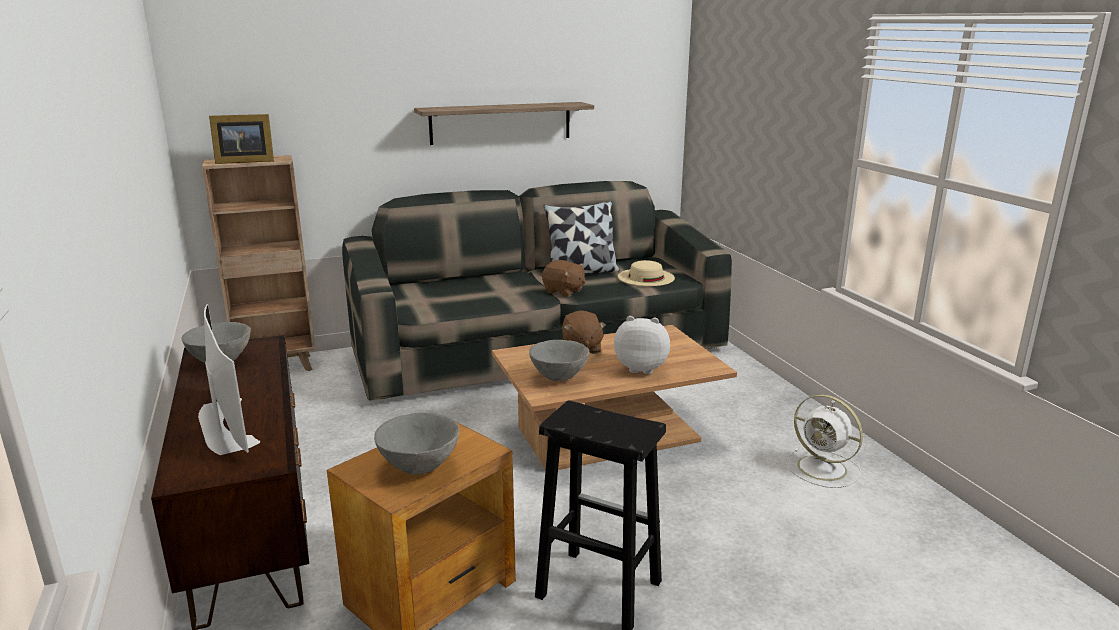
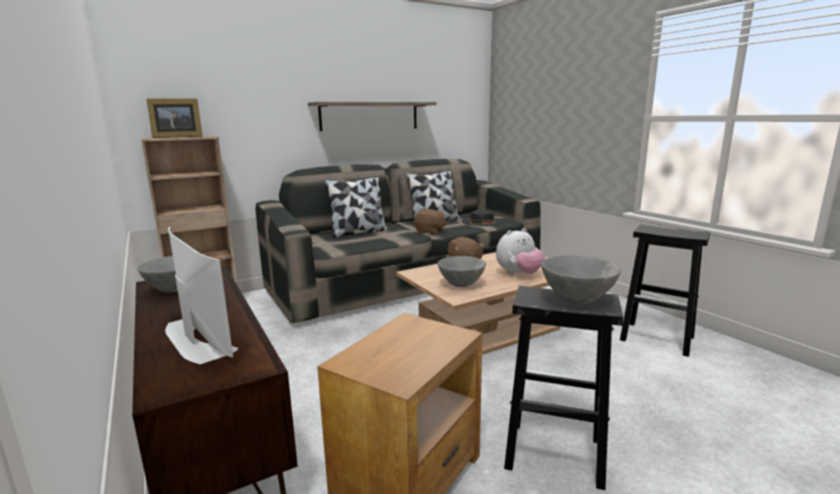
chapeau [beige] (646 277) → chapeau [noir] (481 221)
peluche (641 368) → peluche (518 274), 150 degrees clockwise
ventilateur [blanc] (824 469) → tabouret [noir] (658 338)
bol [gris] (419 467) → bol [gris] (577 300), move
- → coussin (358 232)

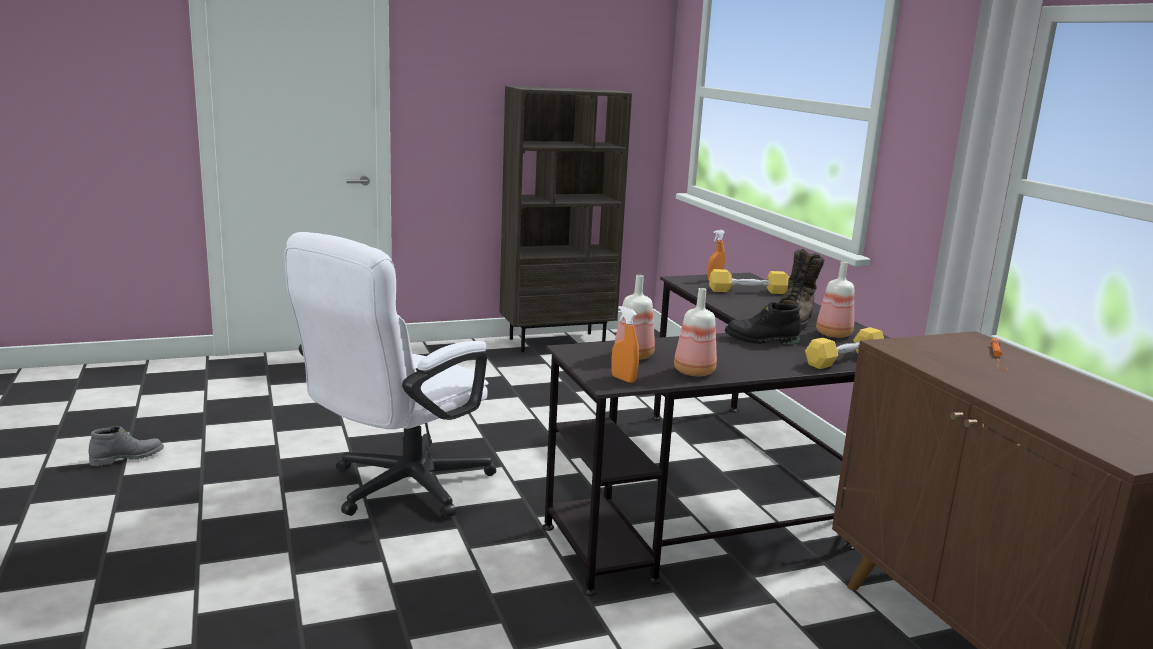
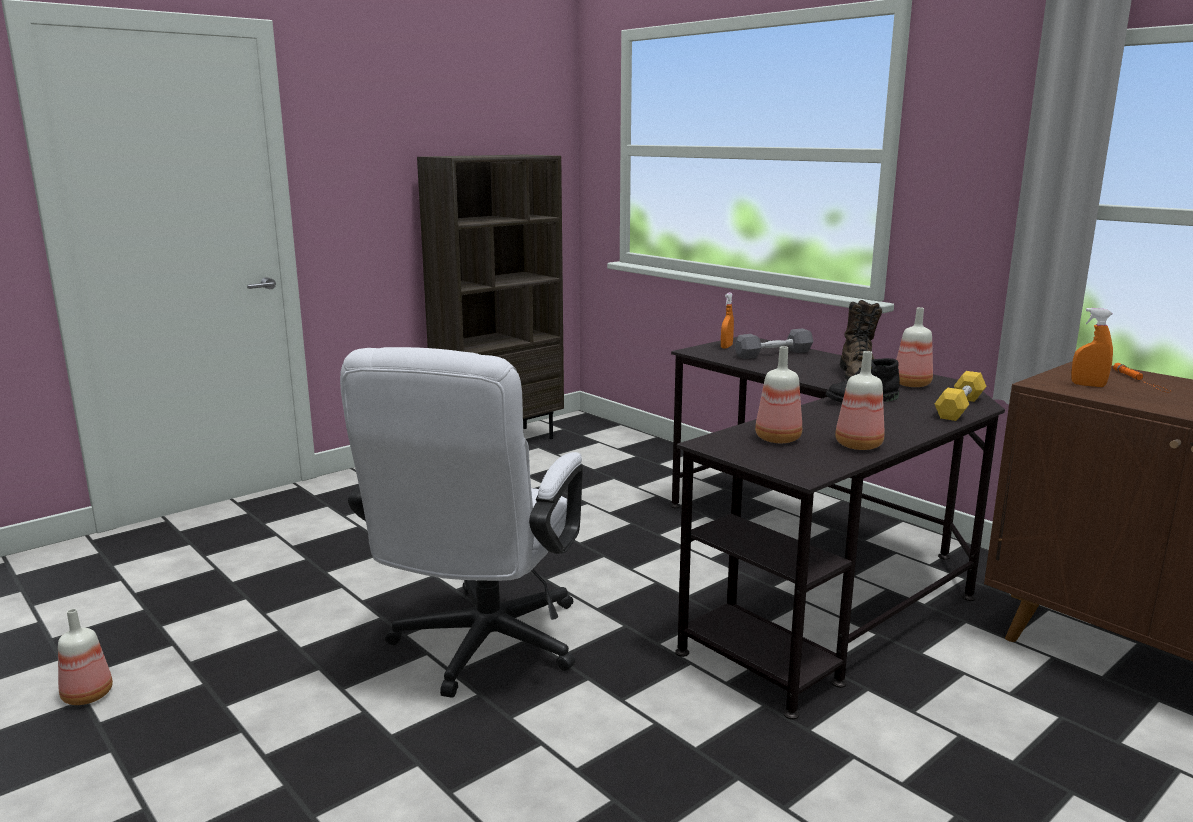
haltère [jaune] (748 291) → haltère [gris] (773 354)
vaporisateur [orange] (623 379) → vaporisateur [orange] (1088 385), move
botte [gris] (127 457) → bouteille (86 696)

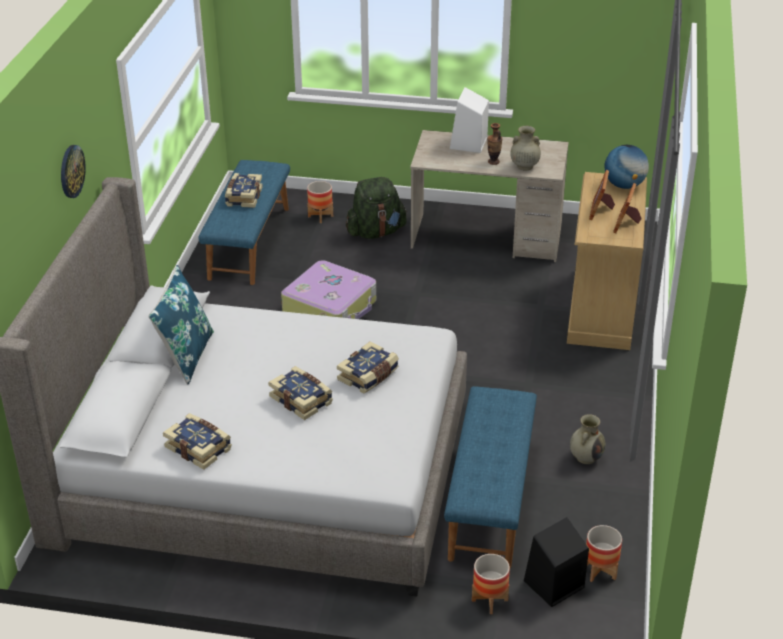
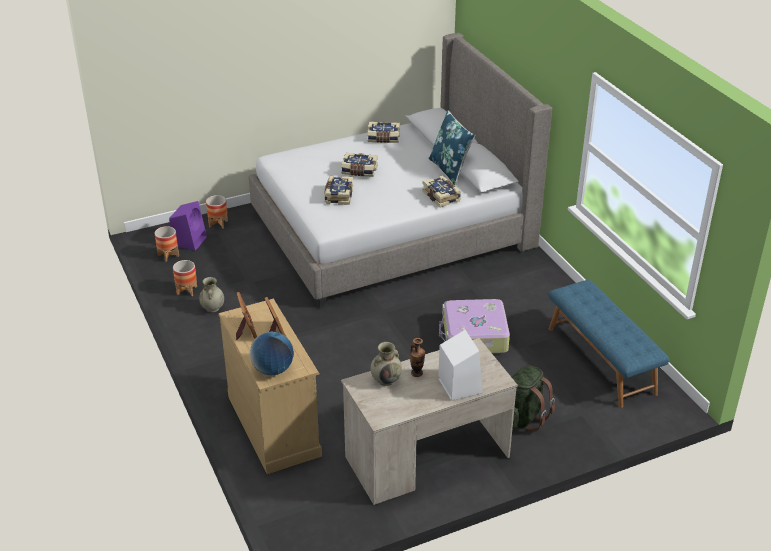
horloge murale (71 171) → -
livre (243 197) → livre (442 196), move
cache-pot (320 216) → cache-pot (187 290), move
banc [bleu] (489 499) → -
enceinte [noir] (553 585) → enceinte [violet] (190 241)

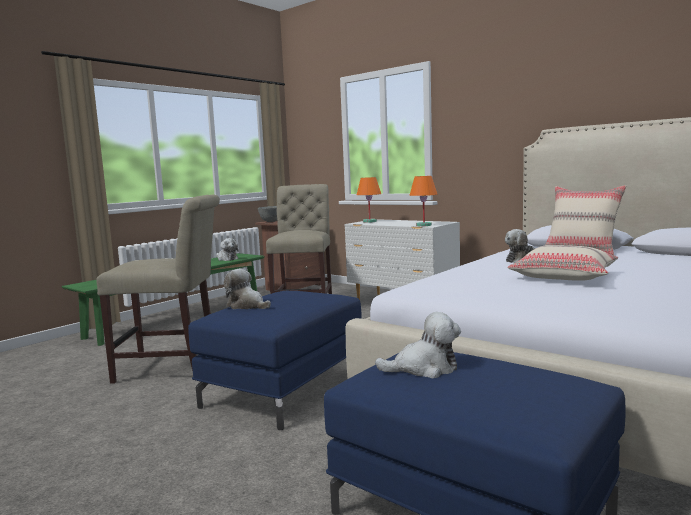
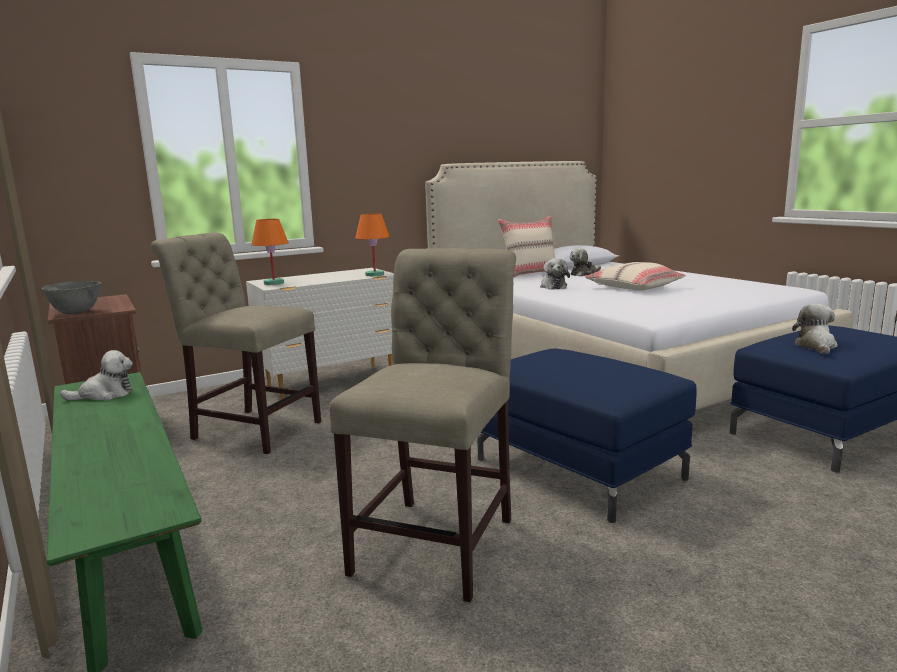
peluche (247 306) → peluche (584 274), move

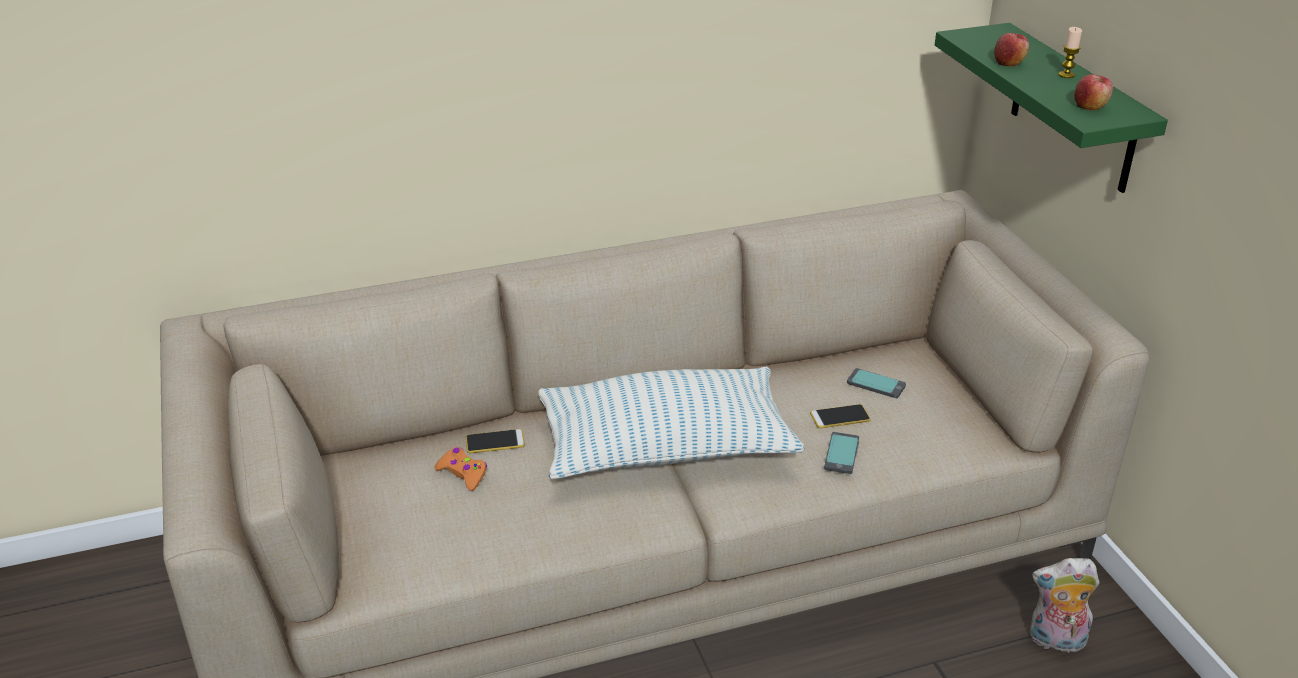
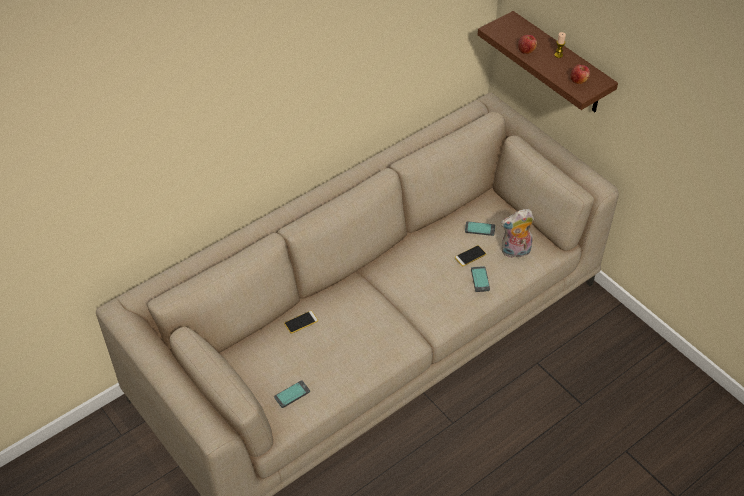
étagère [vert] (1074 109) → étagère [marron] (560 64)
coussin (666 449) → -
manette [orange] (463 474) → -
peluche (1055 641) → peluche (515 252), move
- → téléphone (292 394)

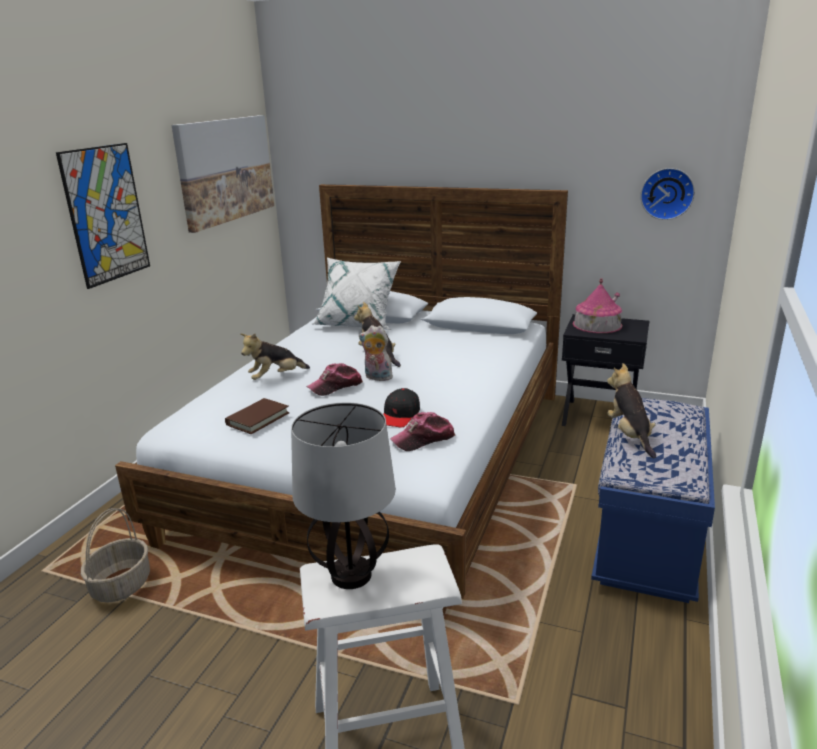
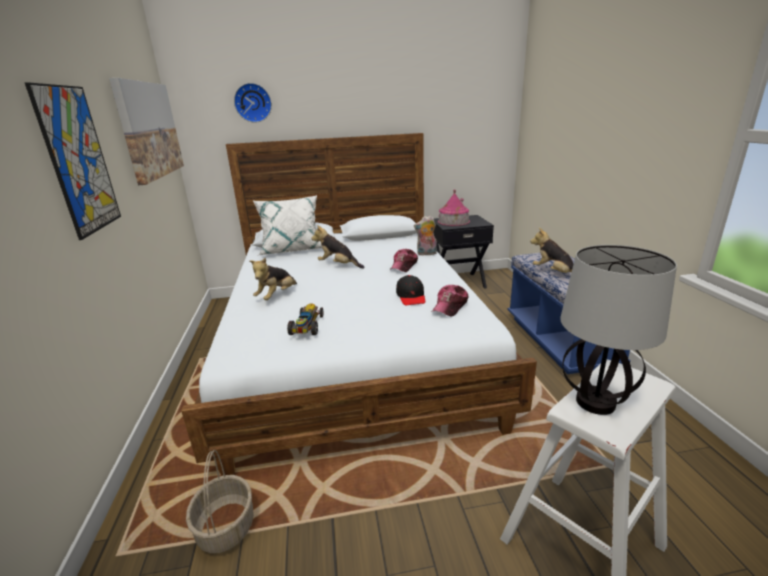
horloge murale (667 193) → horloge murale (253 103), move
peluche (377 378) → peluche (426 254), move
casquette (335 386) → casquette (404 266), move
livre [marron] (258 419) → petite voiture (307 327)

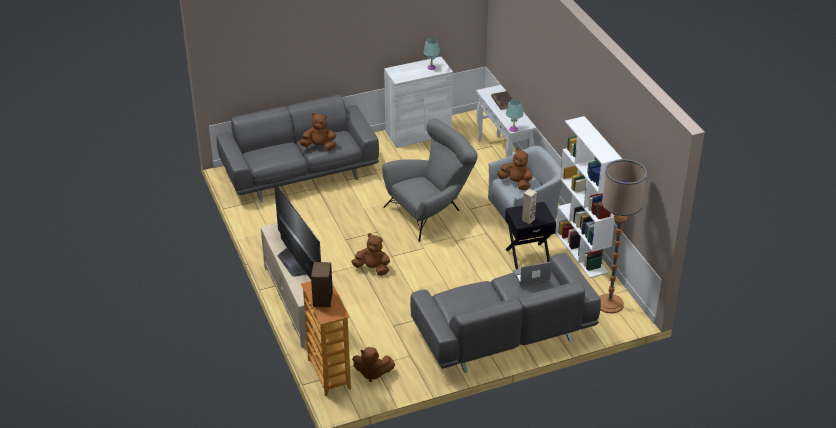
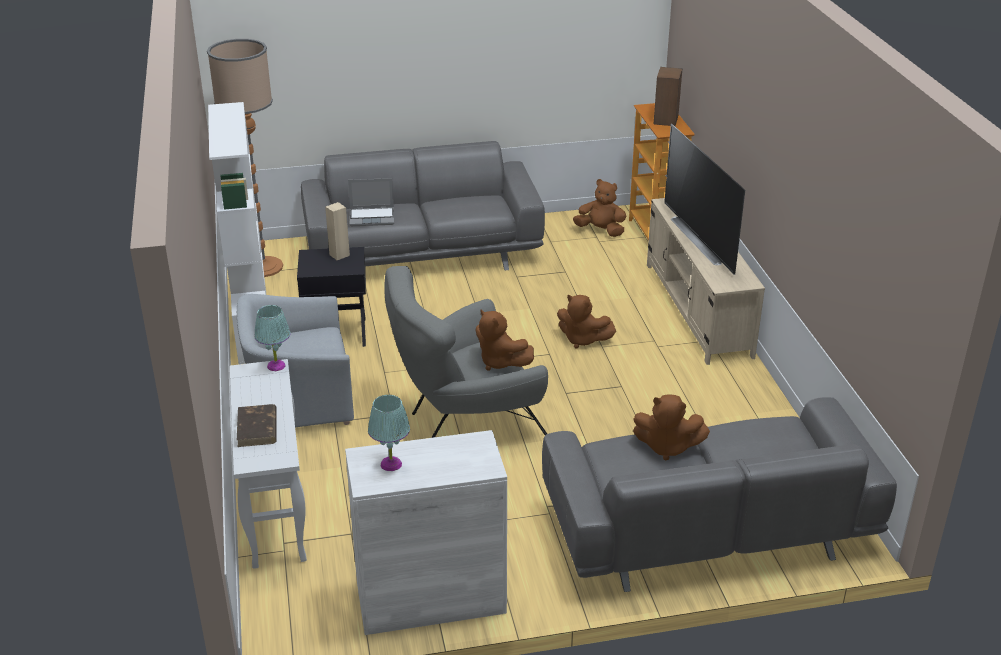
peluche [marron] (516 183) → peluche [marron] (500 362), move

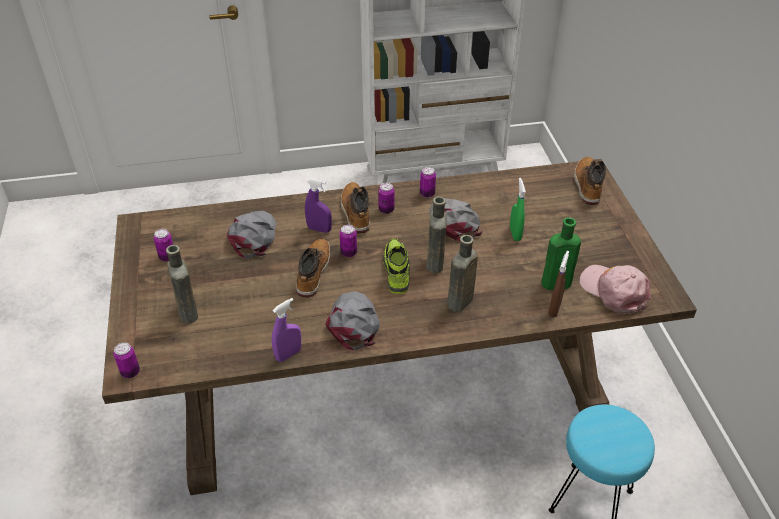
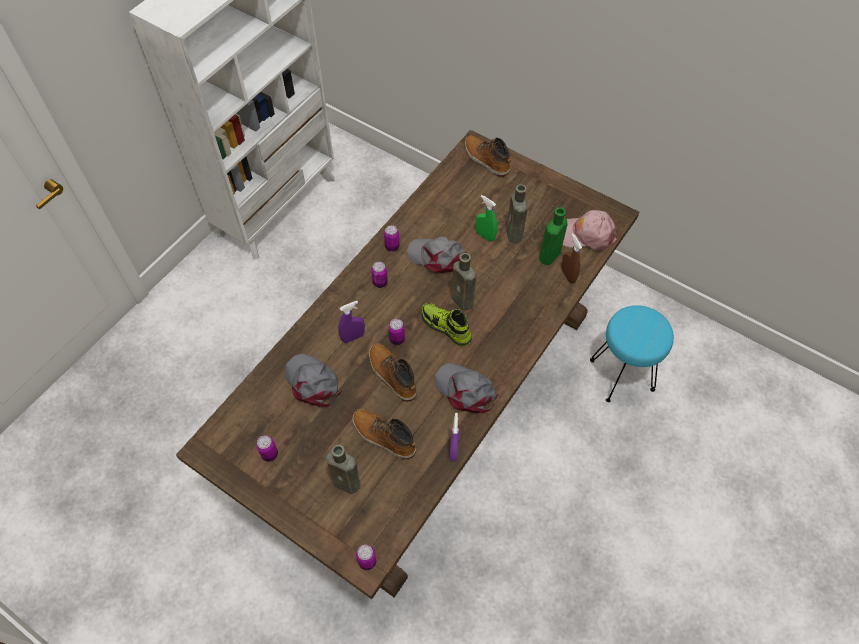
botte (355 212) → botte (383 437), move
bouteille [marron] (459 303) → bouteille [marron] (514 235), move

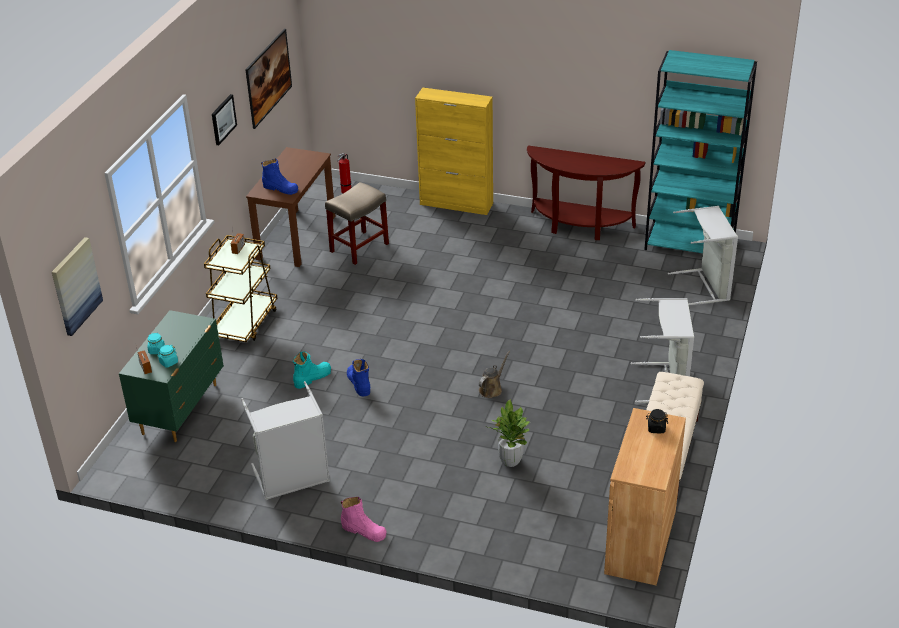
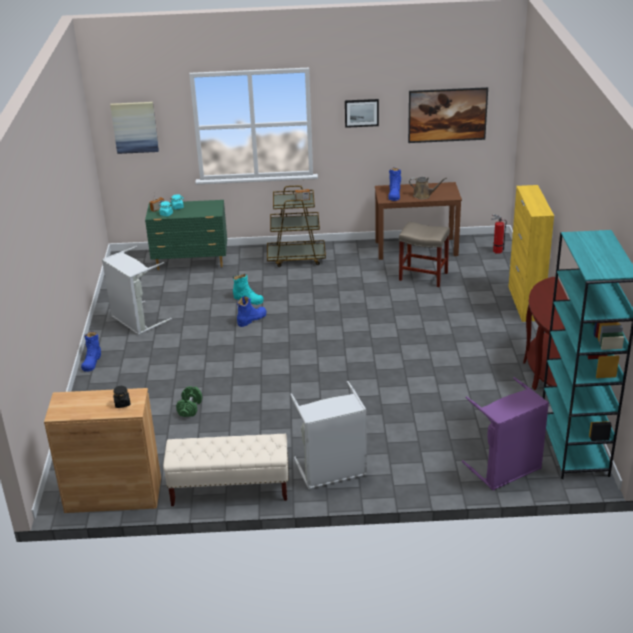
panier à linge [gris] (705 286) → panier à linge [violet] (506 470)
arrosoir [marron] (491 389) → arrosoir [marron] (423 195), move
plante en pot (510 461) → haltère [vert] (189 408)
botte [rose] (364 531) → botte [bleu] (92 361)

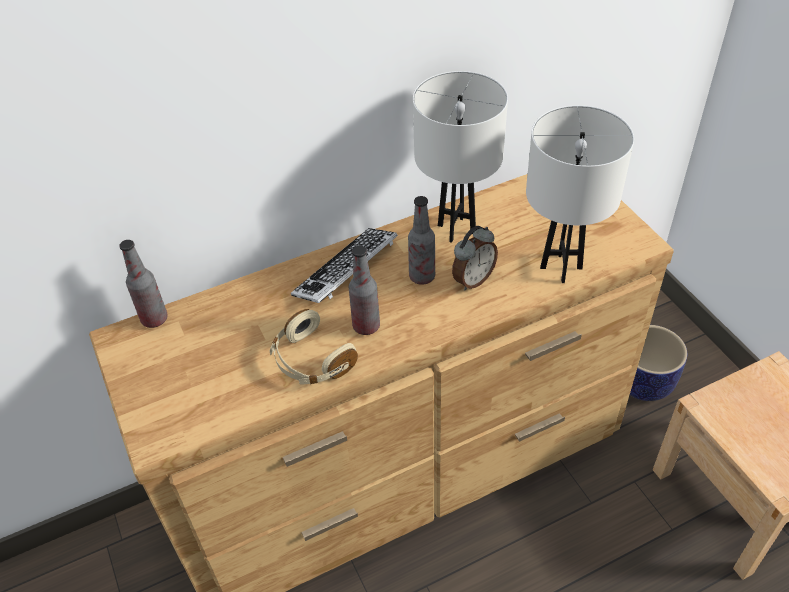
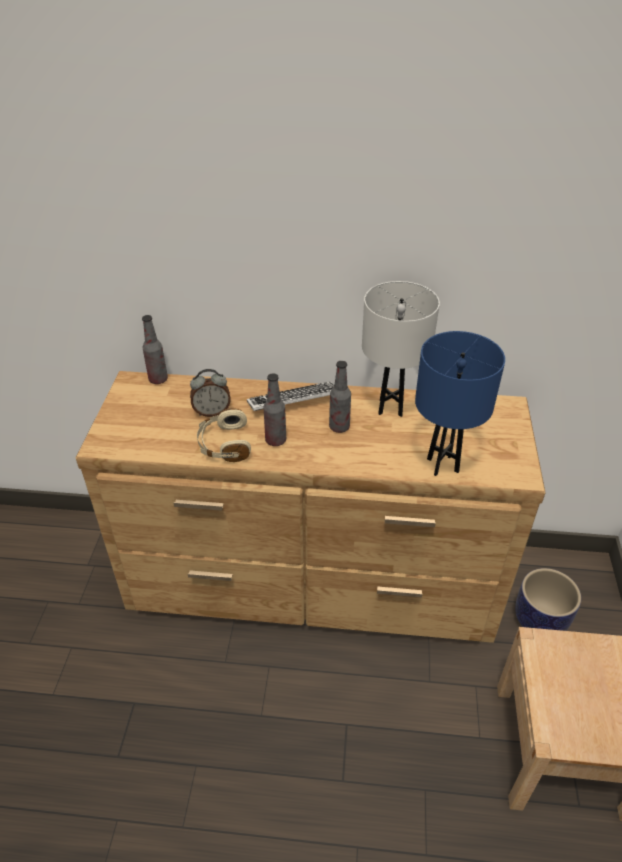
lampe de table [blanc] (560 267) → lampe de table [bleu] (442 465)
réveil (473 279) → réveil (212 412), move

